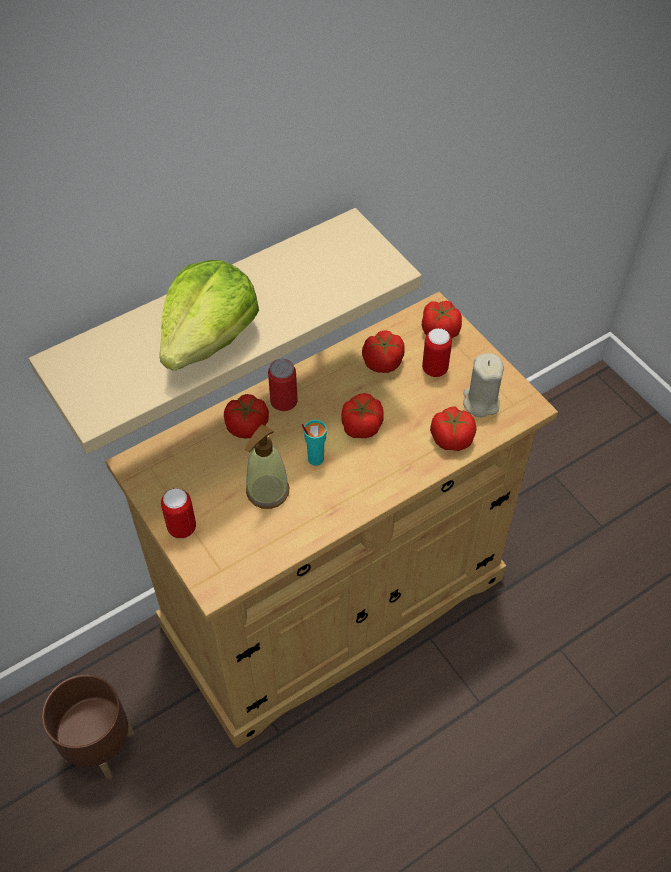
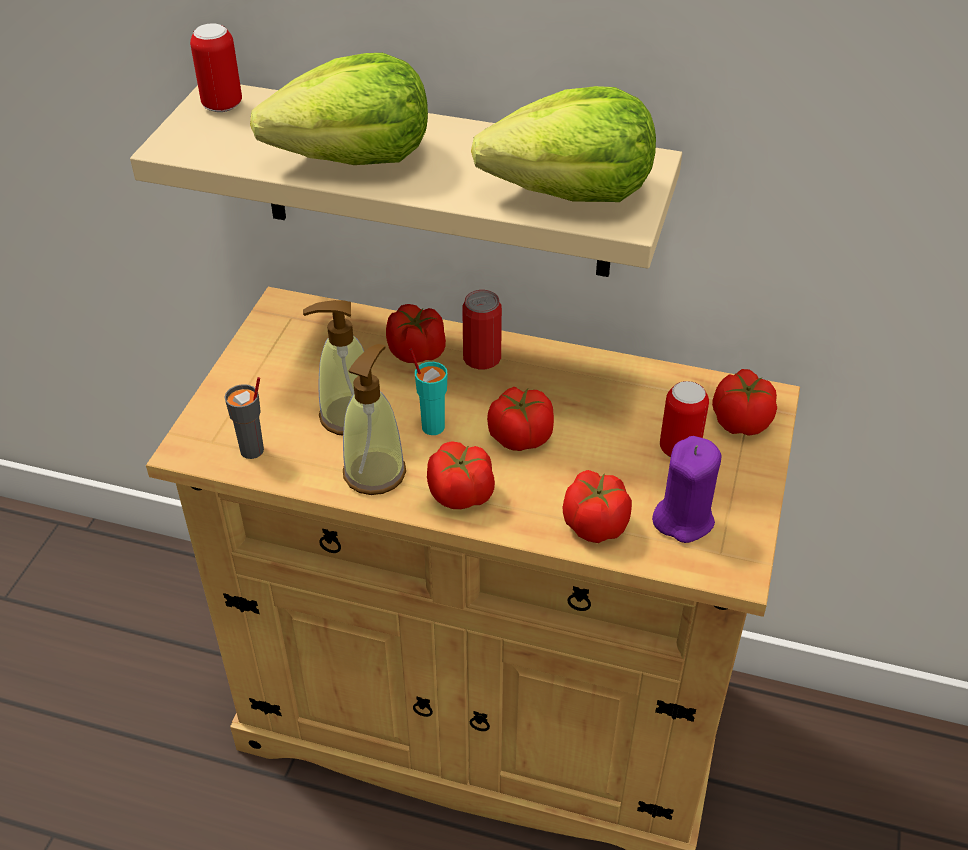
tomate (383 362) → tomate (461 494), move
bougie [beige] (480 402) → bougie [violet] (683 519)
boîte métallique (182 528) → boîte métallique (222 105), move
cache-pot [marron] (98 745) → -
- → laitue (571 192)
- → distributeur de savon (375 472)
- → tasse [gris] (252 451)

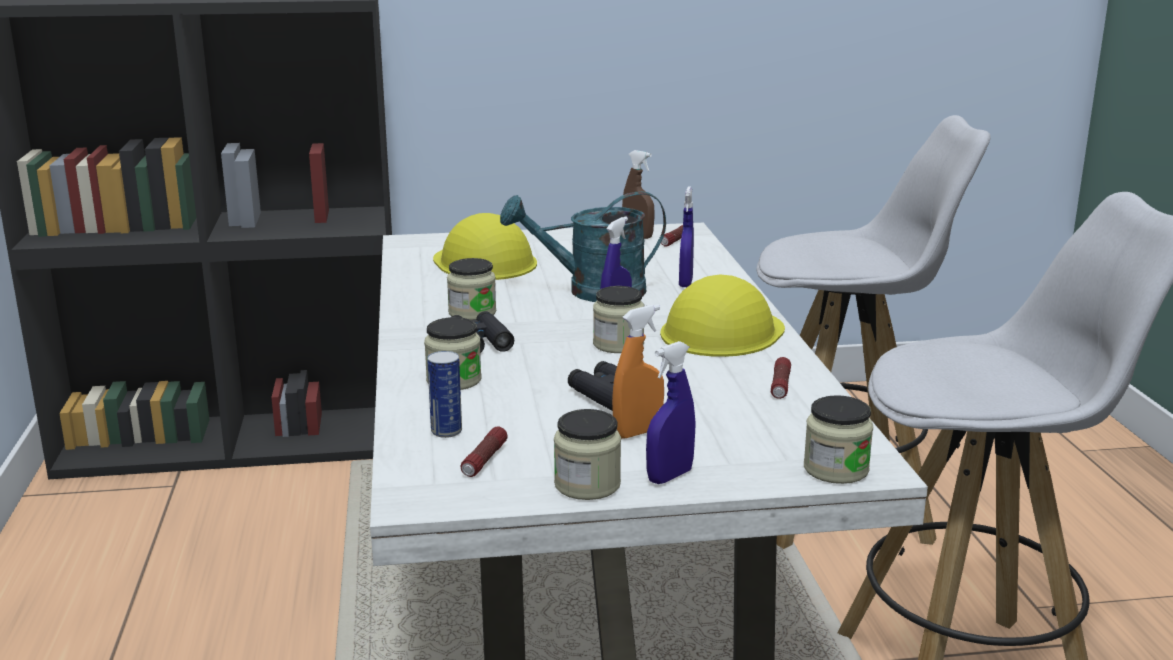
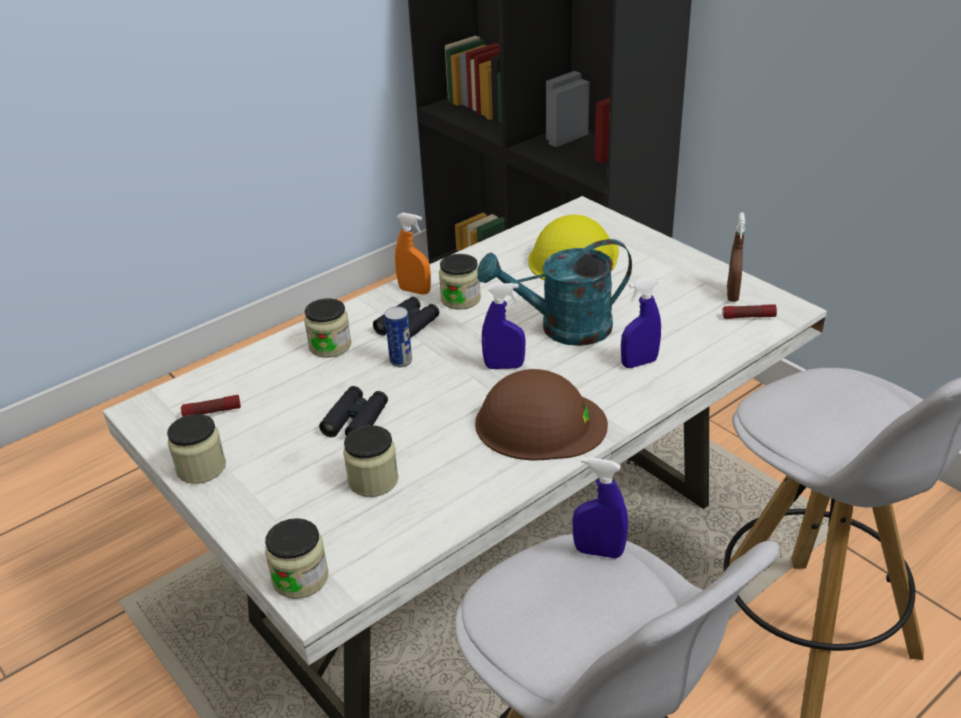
arrosoir [turquoise] (592 292) → arrosoir [turquoise] (563 329), 60 degrees counterclockwise
casque de chantier [jaune] (722 332) → casque de chantier [marron] (539 424)
bocal (618 344) → bocal (373 480), move
vaporisateur [orange] (638 432) → vaporisateur [orange] (414 291), move
vaporisateur [bleu] (669 476) → vaporisateur [bleu] (598 551), move
boîte métallique (446 431) → boîte métallique (401 361), move
lampe de poche (780 386) → -

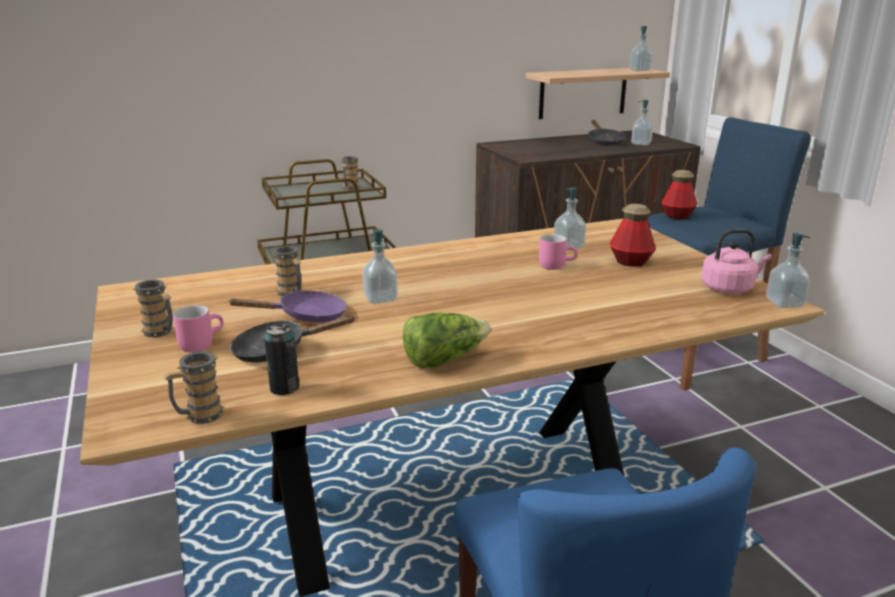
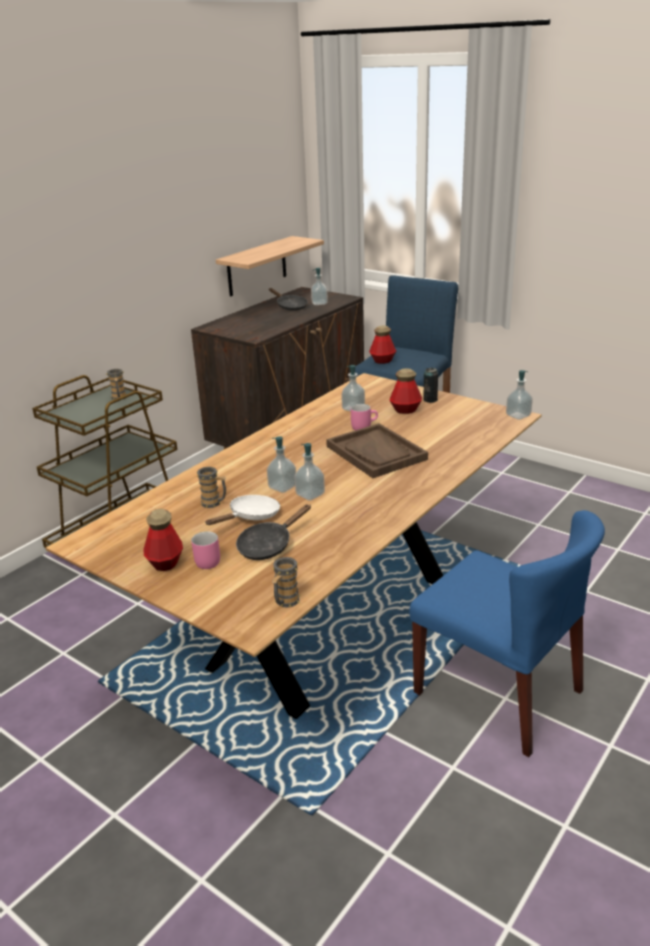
distributeur de savon (639 70) → distributeur de savon (310 494), move
bouilloire [rose] (729 288) → -
mug (161 332) → bouteille (165 563)
poêle [violet] (306 316) → poêle [blanc] (251 516)
laitue (444 359) → -
boîte métallique (284 388) → boîte métallique (430 400), move
- → plateau [marron] (376 453)

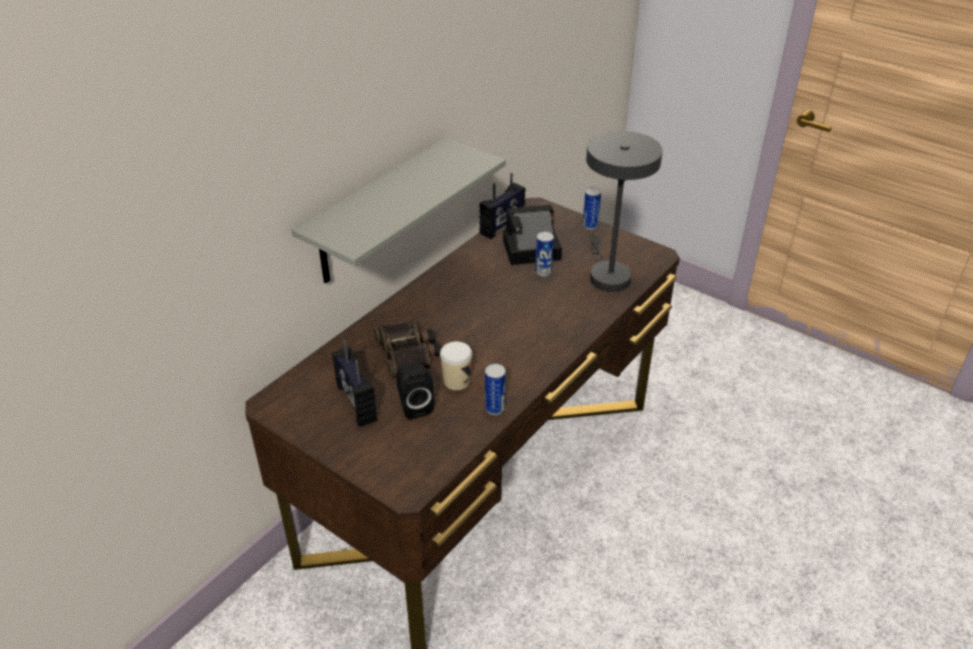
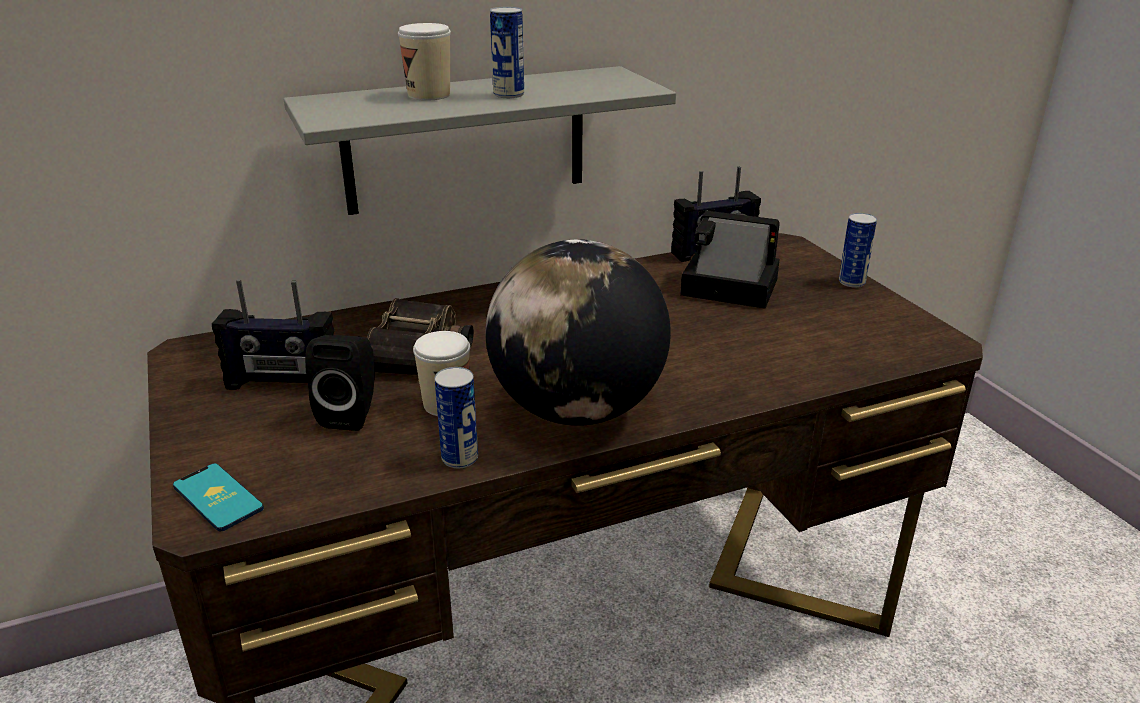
lampe de table [gris] (607 274) → -
boîte métallique (543 272) → boîte métallique (508 95), move
radio (355 403) → radio (283 384), 90 degrees counterclockwise
- → tasse (429 95)
- → globe (577 410)
- → téléphone (218 497)

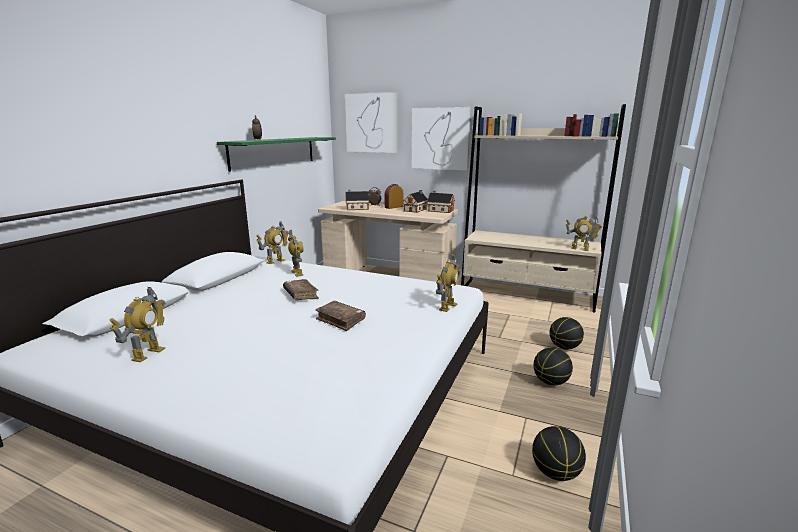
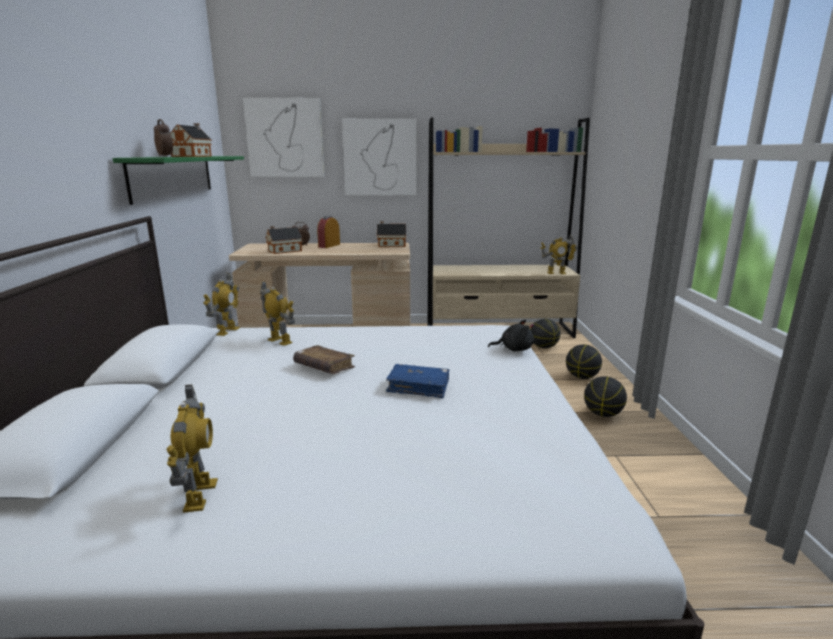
maison miniature (416 210) → maison miniature (193 156), move
robot jouet (447 307) → peluche [noir] (514 349)
livre [marron] (340 320) → livre [bleu] (418 387)
ballon de basket (555 472) → ballon de basket (543 347), move

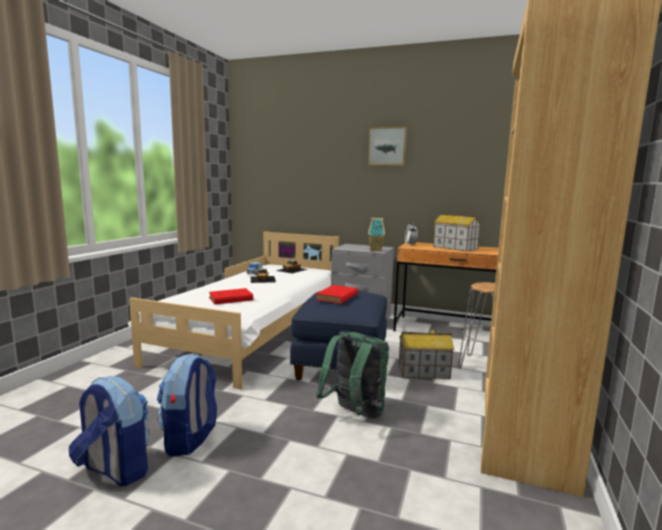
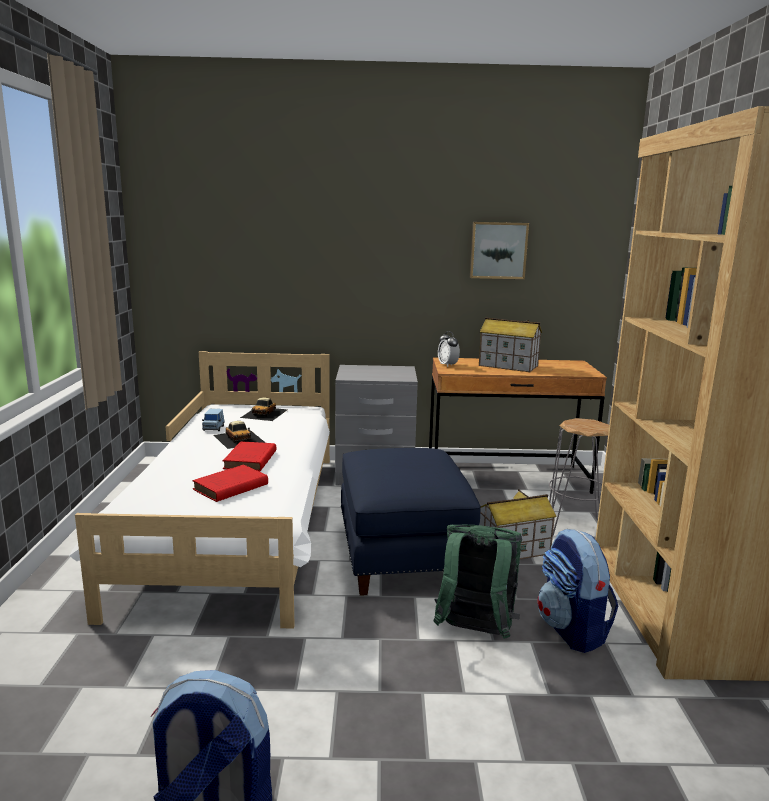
tableau (387 146) → tableau (498 250), move
maison miniature (376 250) → -
livre [rouge] (336 297) → livre [rouge] (250 461), move
sac à dos (190 439) → sac à dos (572 630), move

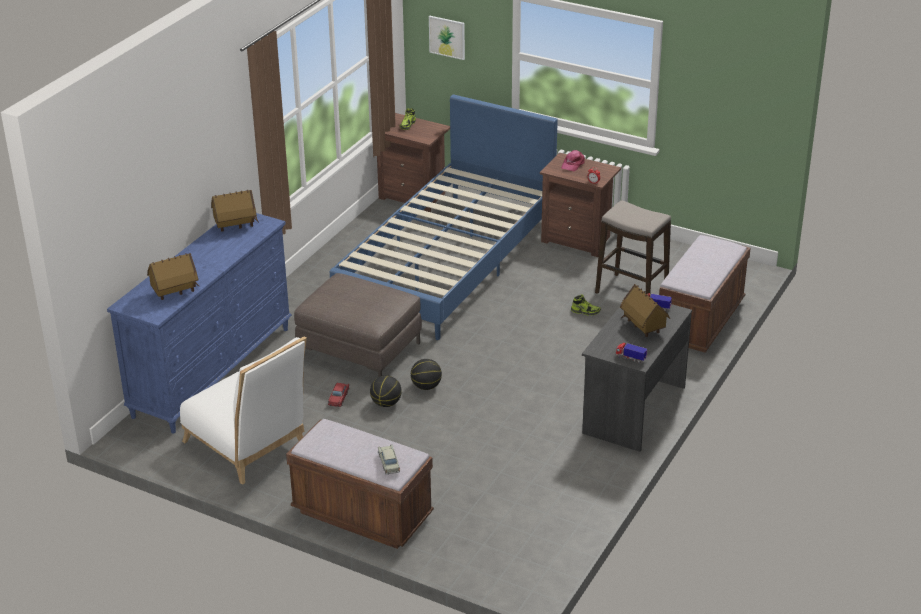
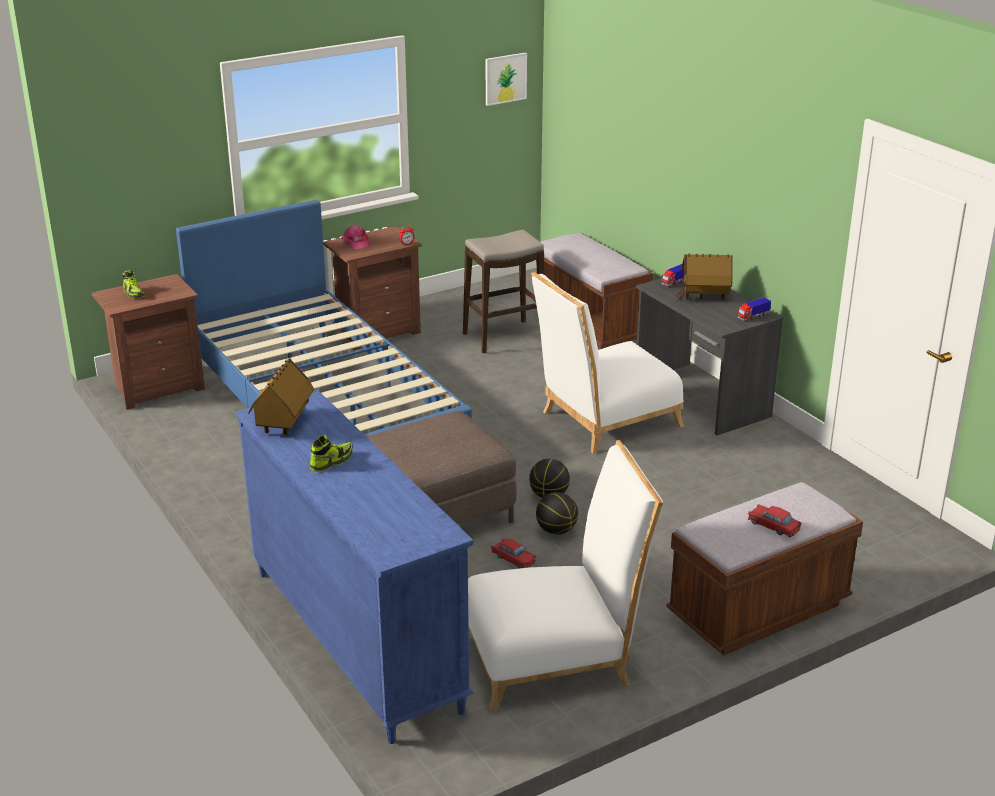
tableau (447 37) → tableau (505 78), move
maison miniature (175 292) → -
chaussure (585 311) → chaussure (331 461), move
petite voiture [beige] (389 463) → -
- → chaise [blanc] (604 421)
- → petite voiture [rouge] (773 526)

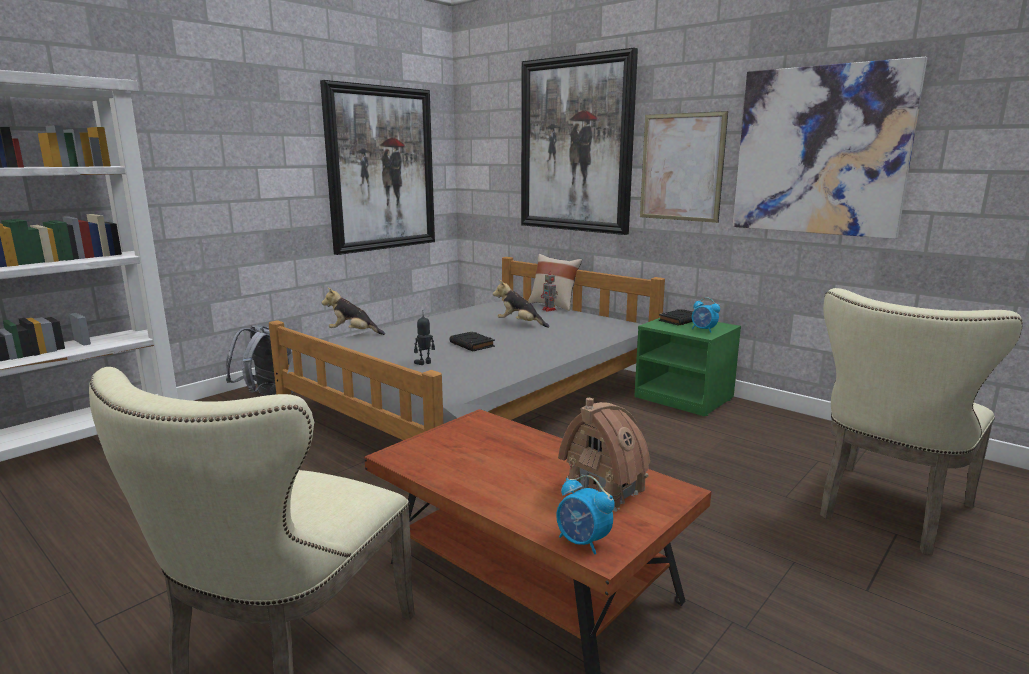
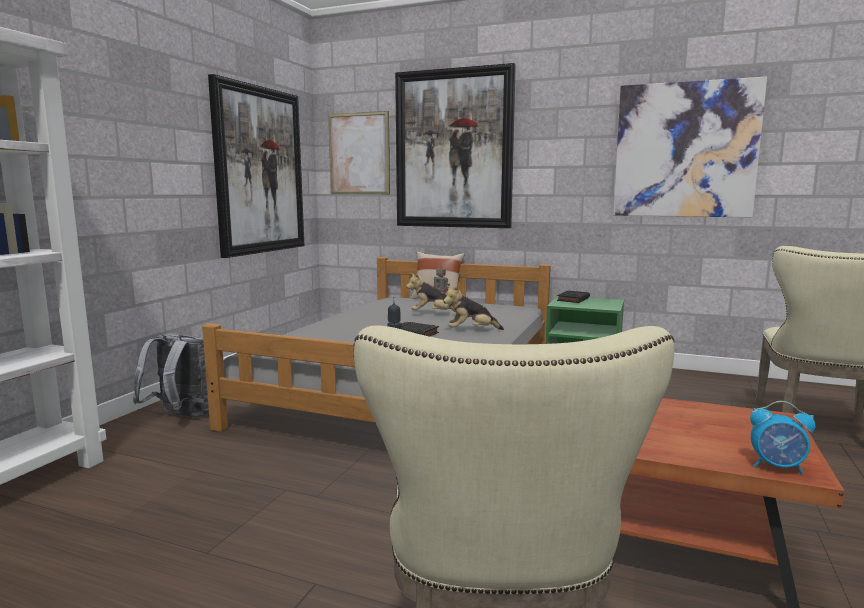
tableau (681 167) → tableau (359 154), move
peluche (353 333) → peluche (471 331), move
réveil (703 330) → -
maison miniature (606 489) → -

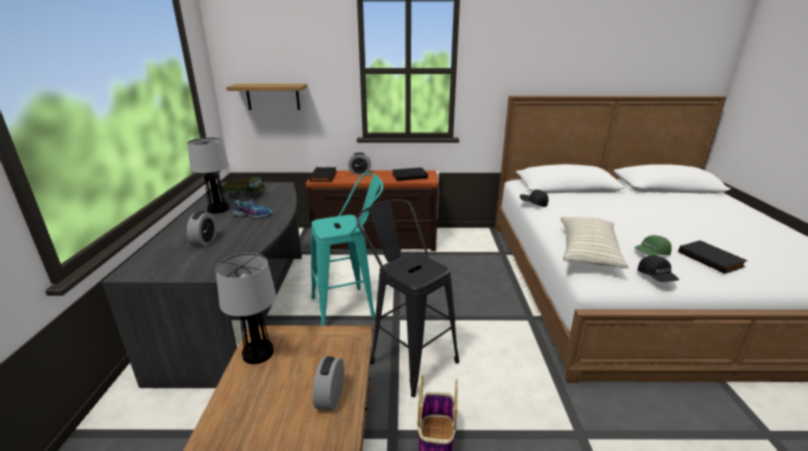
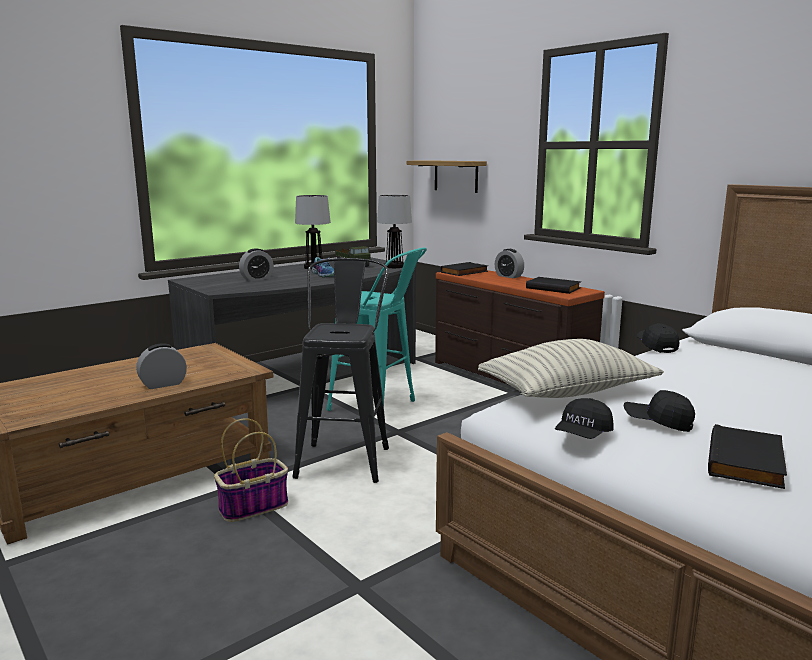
casquette [vert] (651 253) → casquette [noir] (658 422)
lampe de table (258 353) → lampe de table (395 266), move

